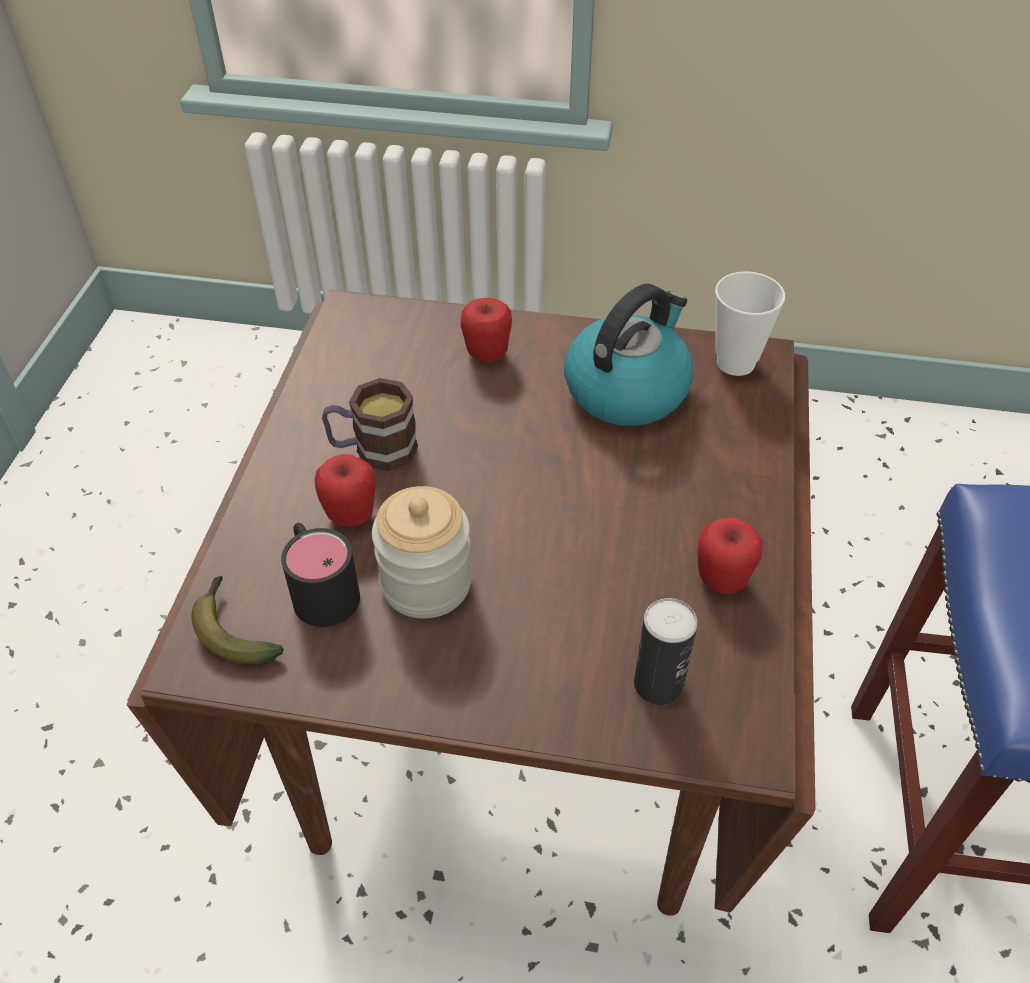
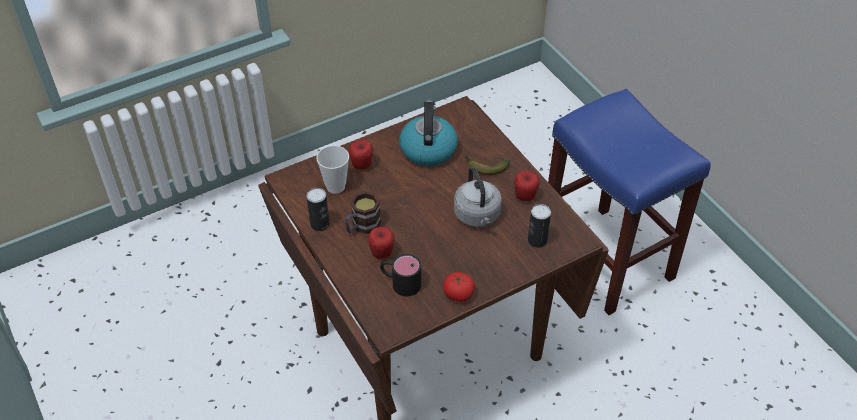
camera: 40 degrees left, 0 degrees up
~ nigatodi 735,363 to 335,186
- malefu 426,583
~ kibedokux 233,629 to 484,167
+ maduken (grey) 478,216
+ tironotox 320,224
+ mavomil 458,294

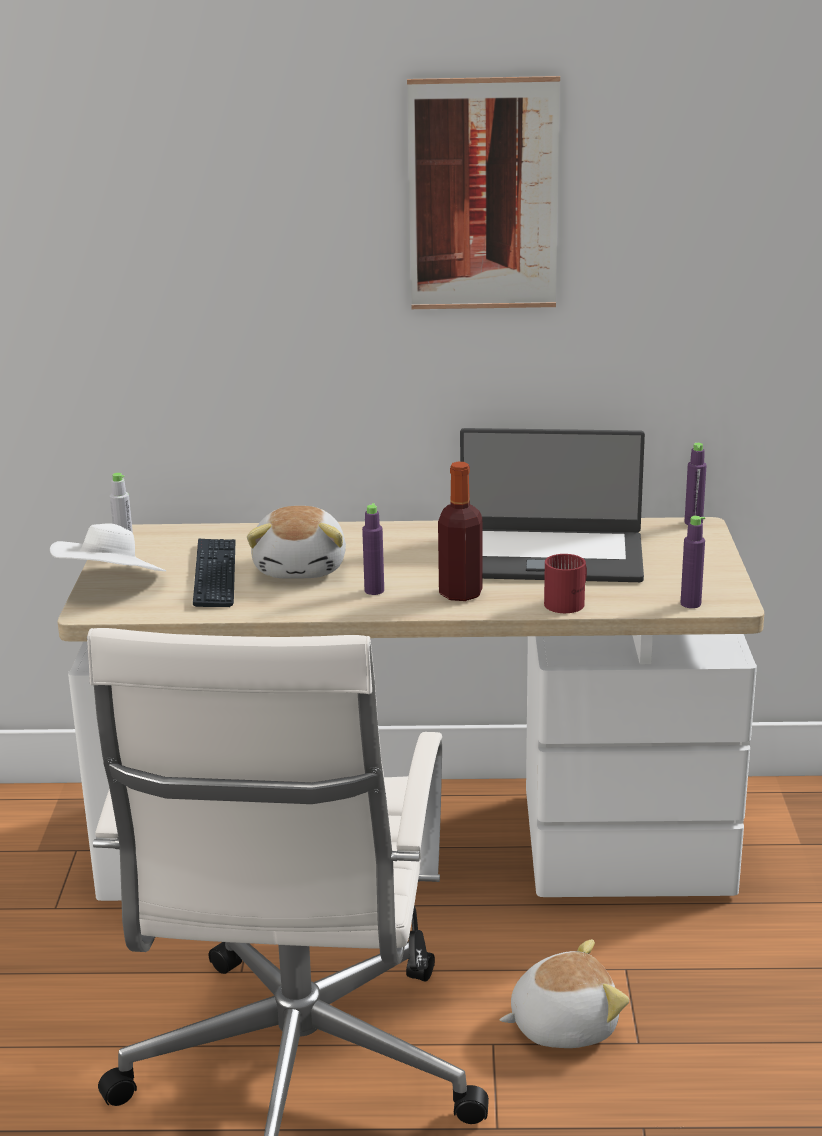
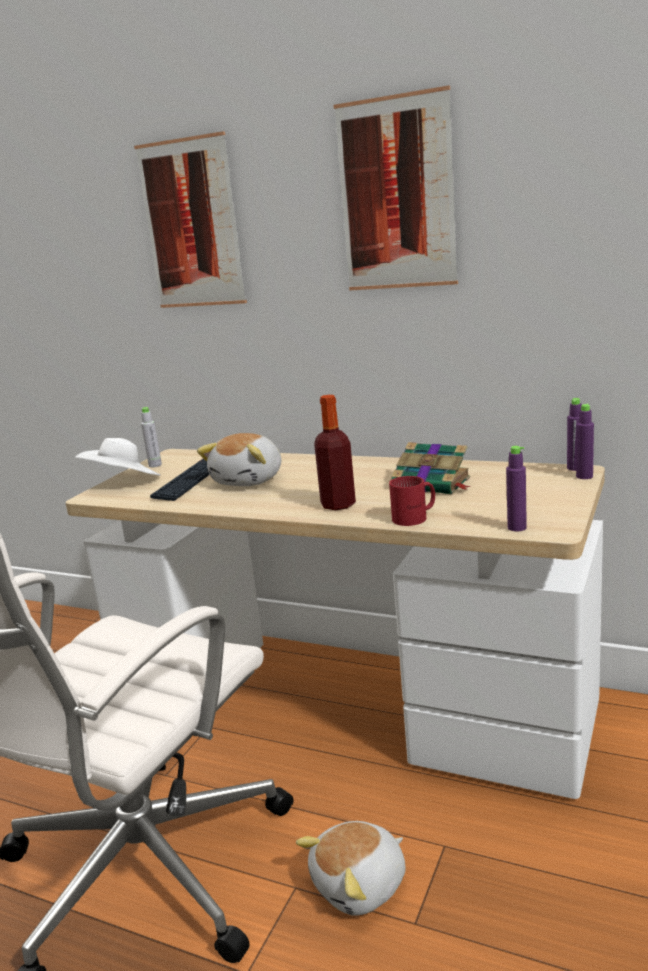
camera: 25 degrees right, 5 degrees down
~ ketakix 548,556 to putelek 433,484
~ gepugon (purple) 374,590 to 584,476
~ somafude 562,1024 = 361,885 135 degrees clockwise
+ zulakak 192,224

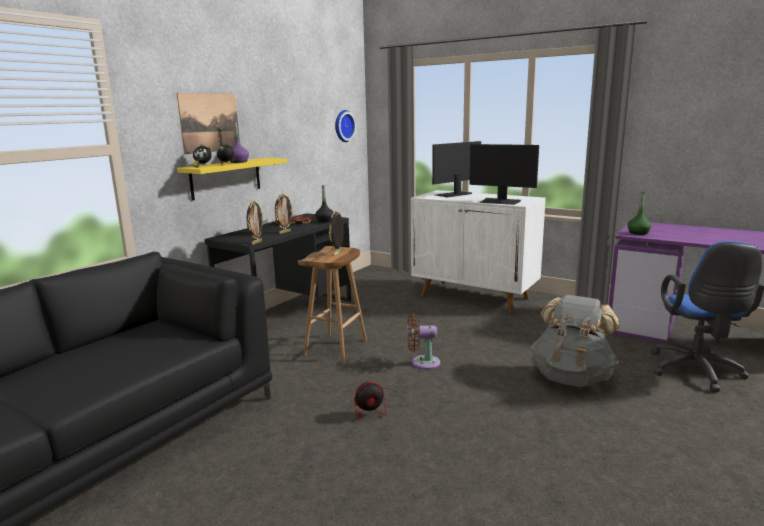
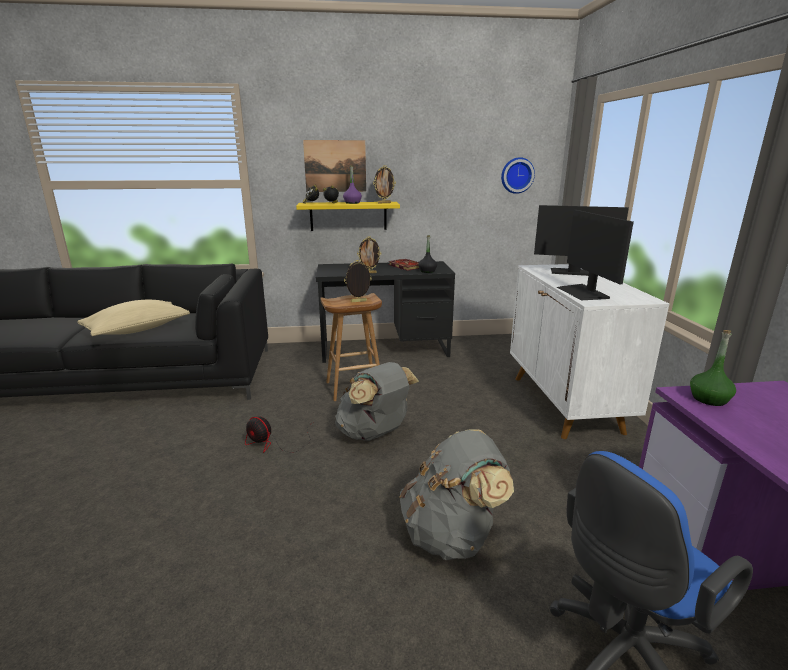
camera: 50 degrees right, 5 degrees up
~ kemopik 256,242 to 384,203
~ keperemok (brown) 422,363 to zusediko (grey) 374,433
+ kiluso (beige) 137,330

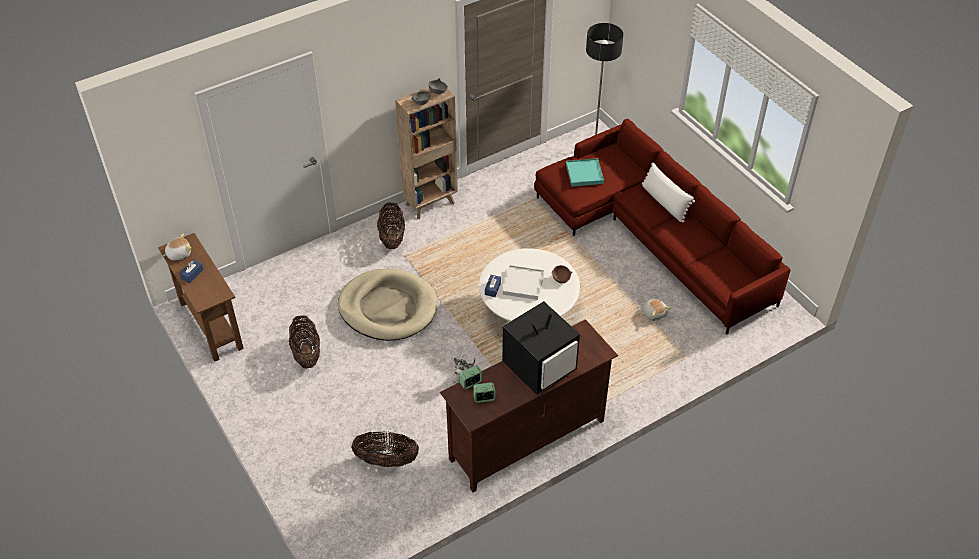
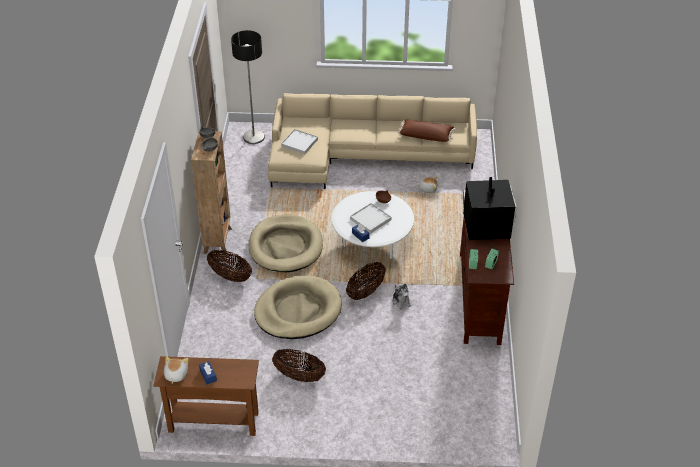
camera: 55 degrees left, 5 degrees down
~ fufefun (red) 654,236 to fufefun (beige) 363,155
~ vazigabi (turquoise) 584,174 to vazigabi (white) 299,143
- kiluso (white) 664,202
~ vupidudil 386,460 to 365,292
+ kiluso (brown) 426,135
+ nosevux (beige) 285,246

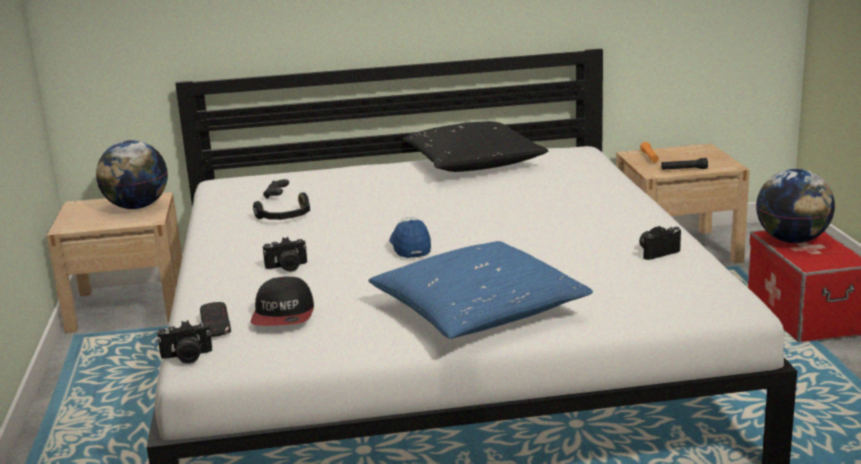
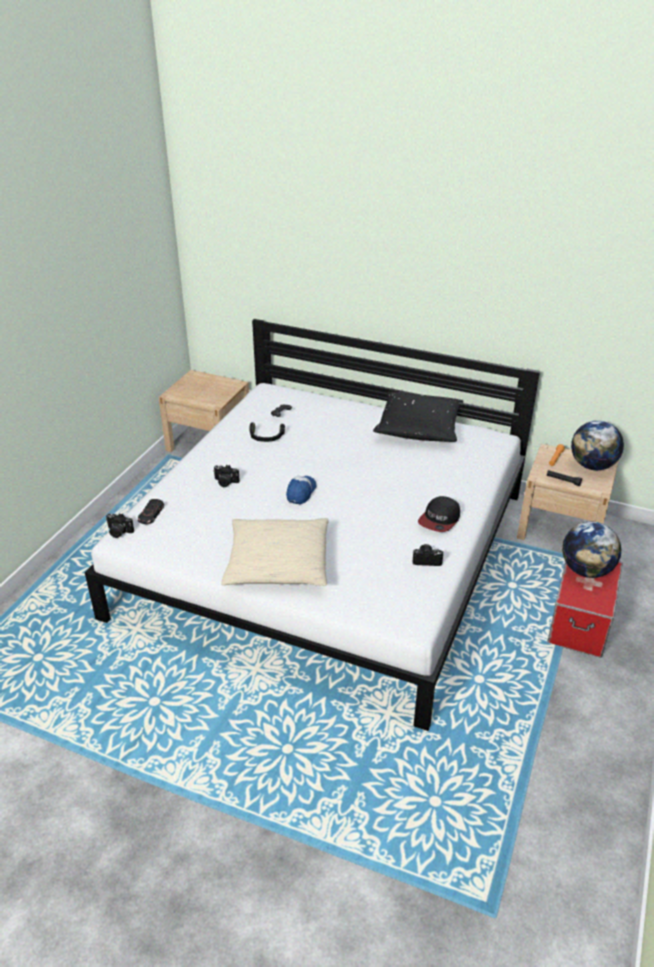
camera: 30 degrees right, 15 degrees up
~ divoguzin 136,207 to 592,466
~ kiluso (blue) 478,311 to kiluso (beige) 278,563
~ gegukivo 284,315 to 439,520

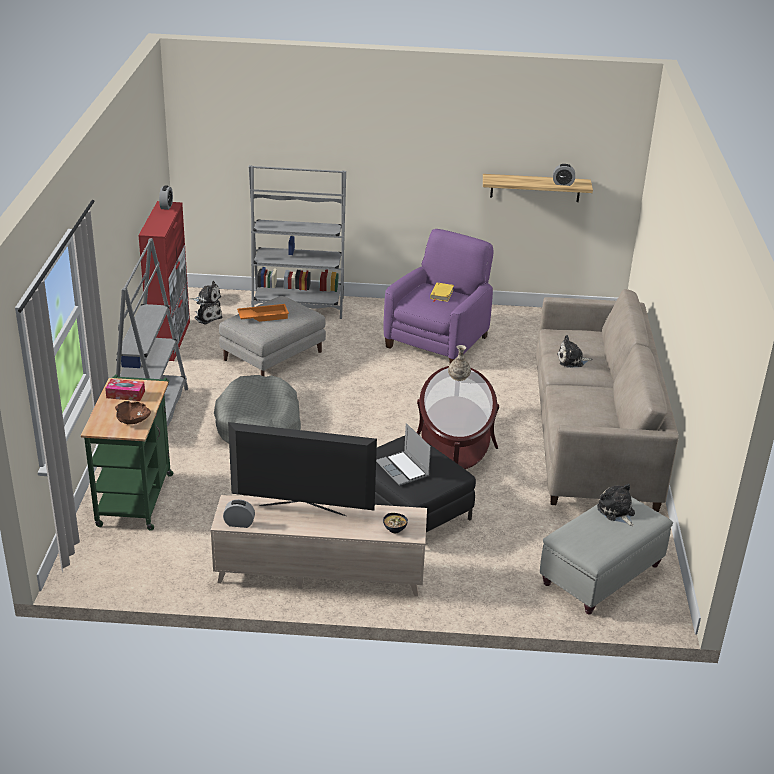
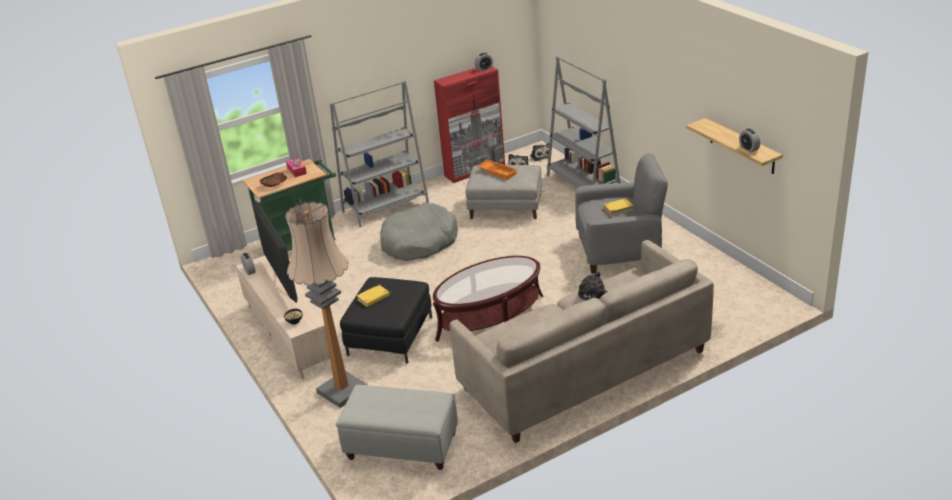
camera: 60 degrees right, 0 degrees up
~ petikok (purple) 437,341 to petikok (grey) 619,250
- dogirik 459,377
~ ketakix 403,469 to putelek (yellow) 373,297
- somafude 616,512
+ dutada 342,391

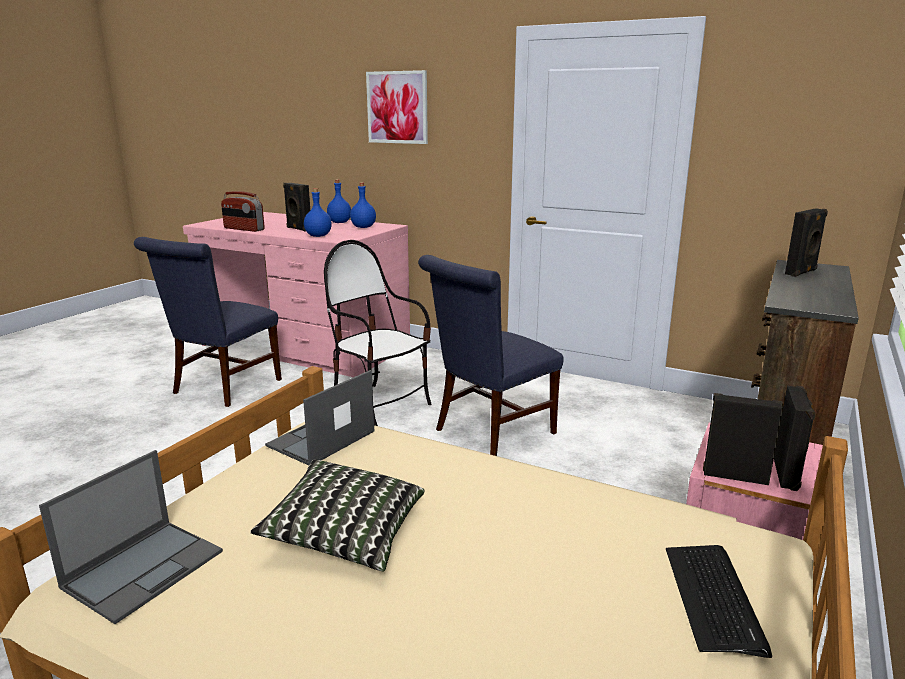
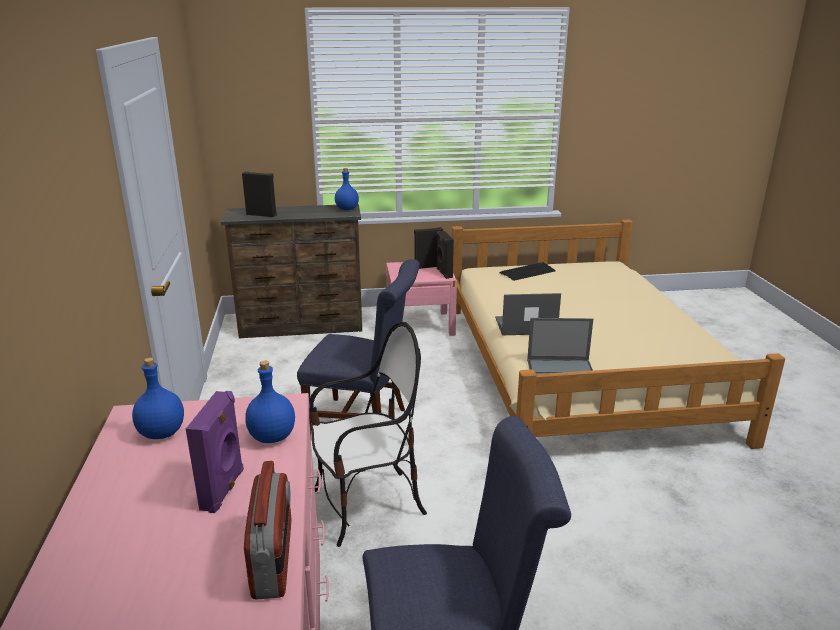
camera: 125 degrees left, 5 degrees up
- zulakak 397,107
~ gepugon (blue) 339,222 to 347,209
~ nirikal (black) 298,229 to nirikal (purple) 224,489
~ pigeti 379,405 = 368,506 120 degrees counterclockwise
~ ketakix 145,568 to 524,326
- kiluso 346,534

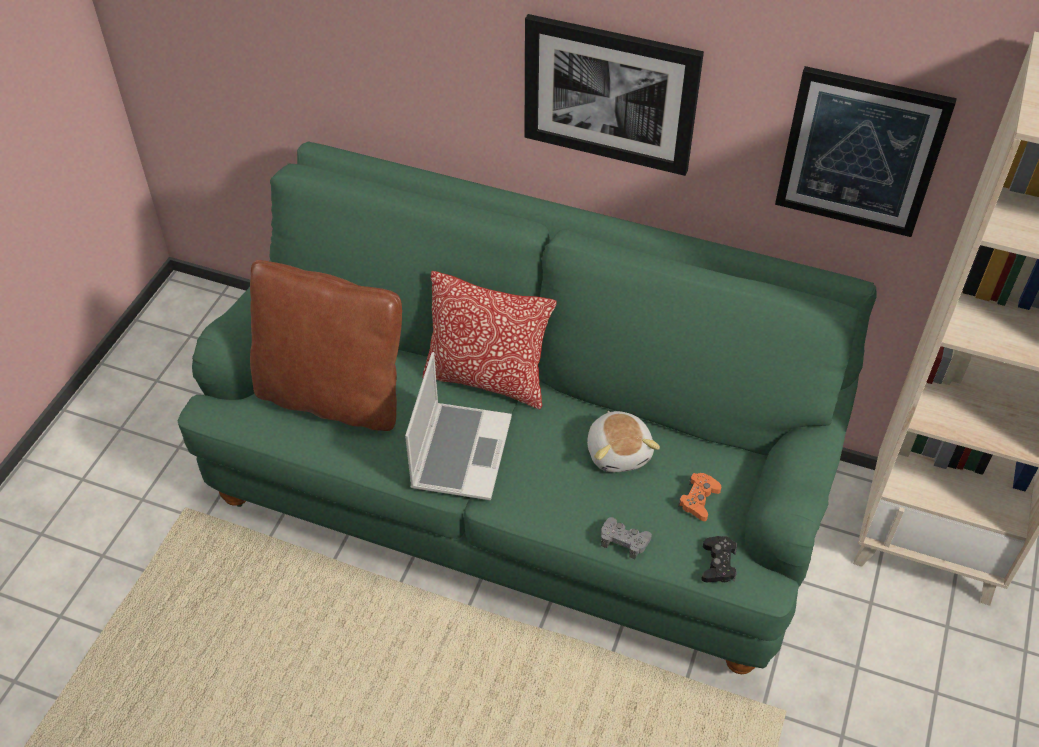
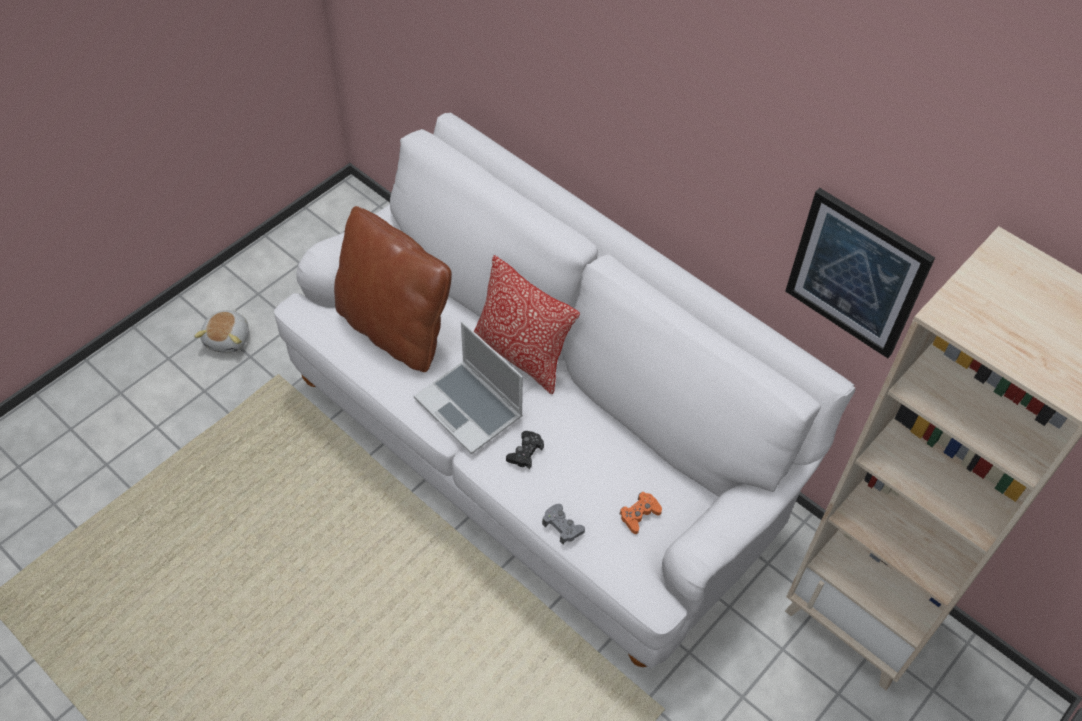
camera: 20 degrees right, 5 degrees up
- zulakak 610,94
~ fufefun (green) 520,490 to fufefun (white) 538,450
~ ketakix 460,451 = 470,408 105 degrees clockwise
~ somafude 619,452 to 228,339
~ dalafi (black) 718,564 to 525,452

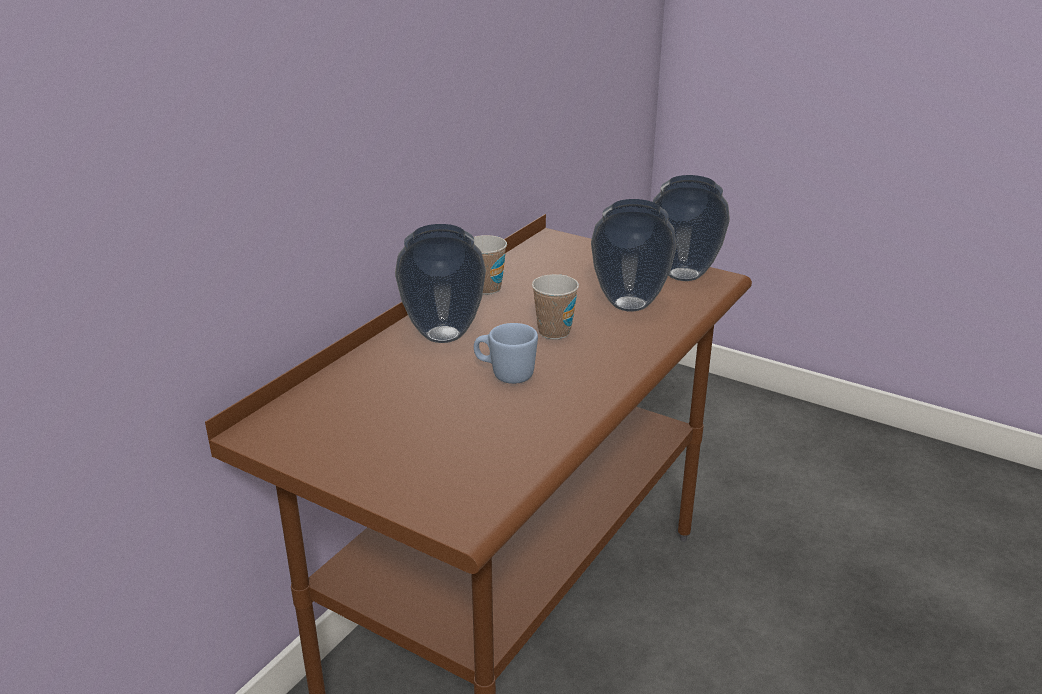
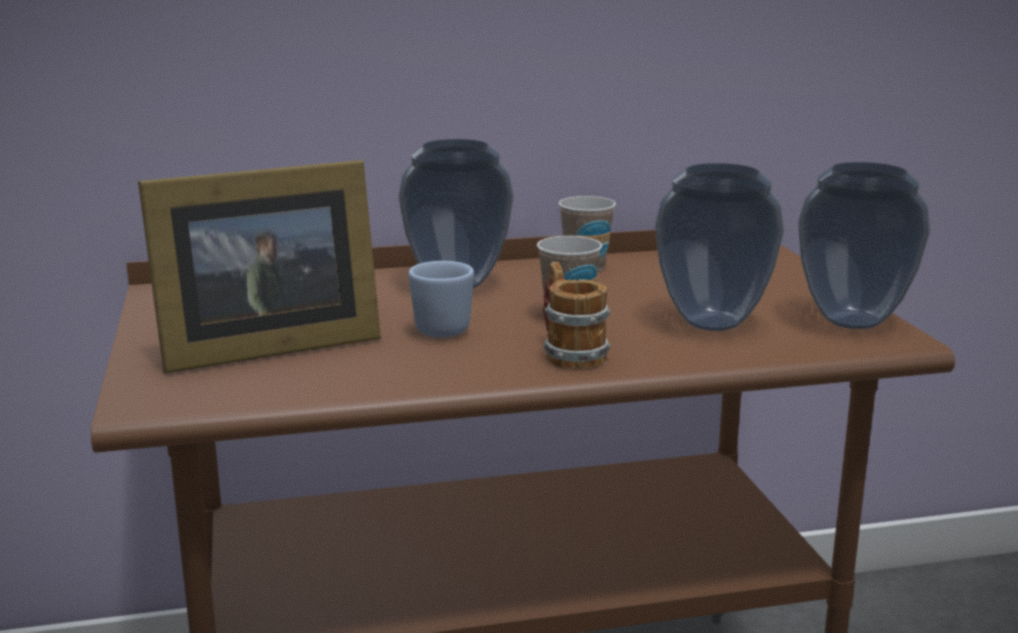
camera: 45 degrees right, 10 degrees down
+ kemopik 261,347
+ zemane 569,353

